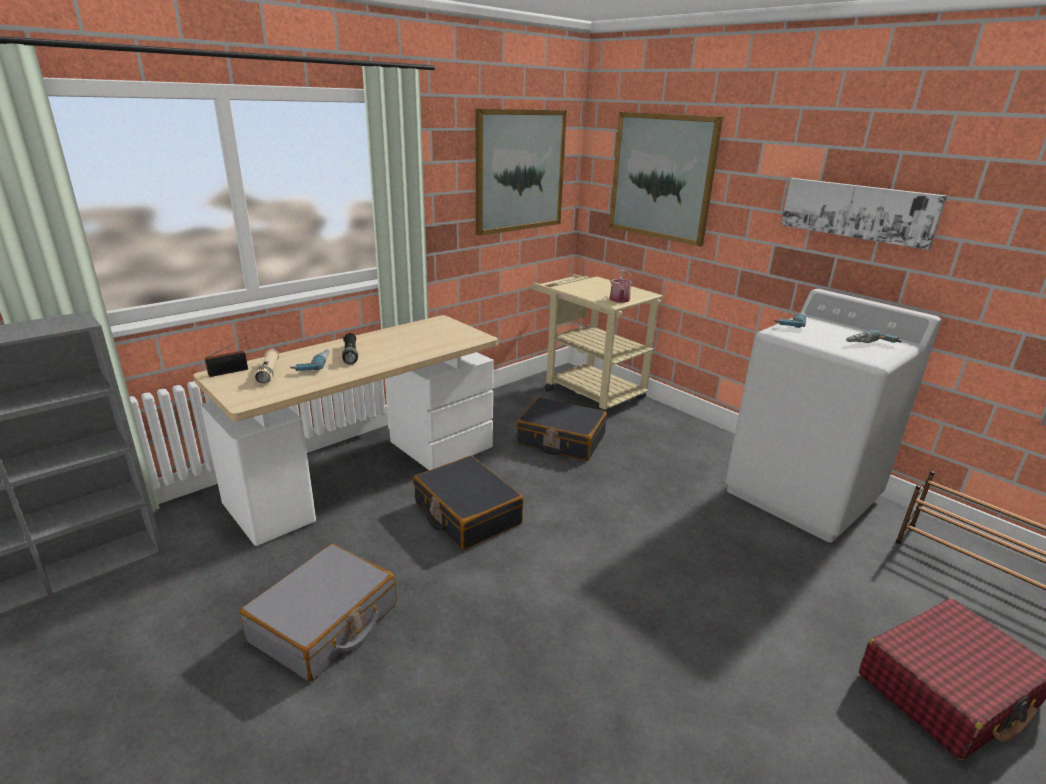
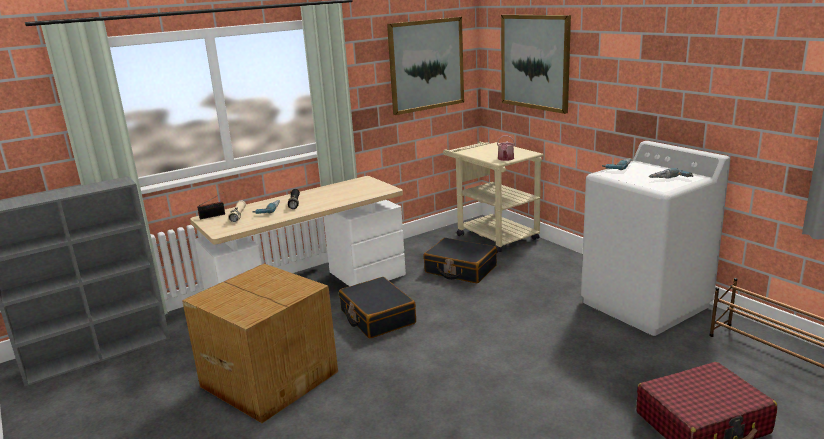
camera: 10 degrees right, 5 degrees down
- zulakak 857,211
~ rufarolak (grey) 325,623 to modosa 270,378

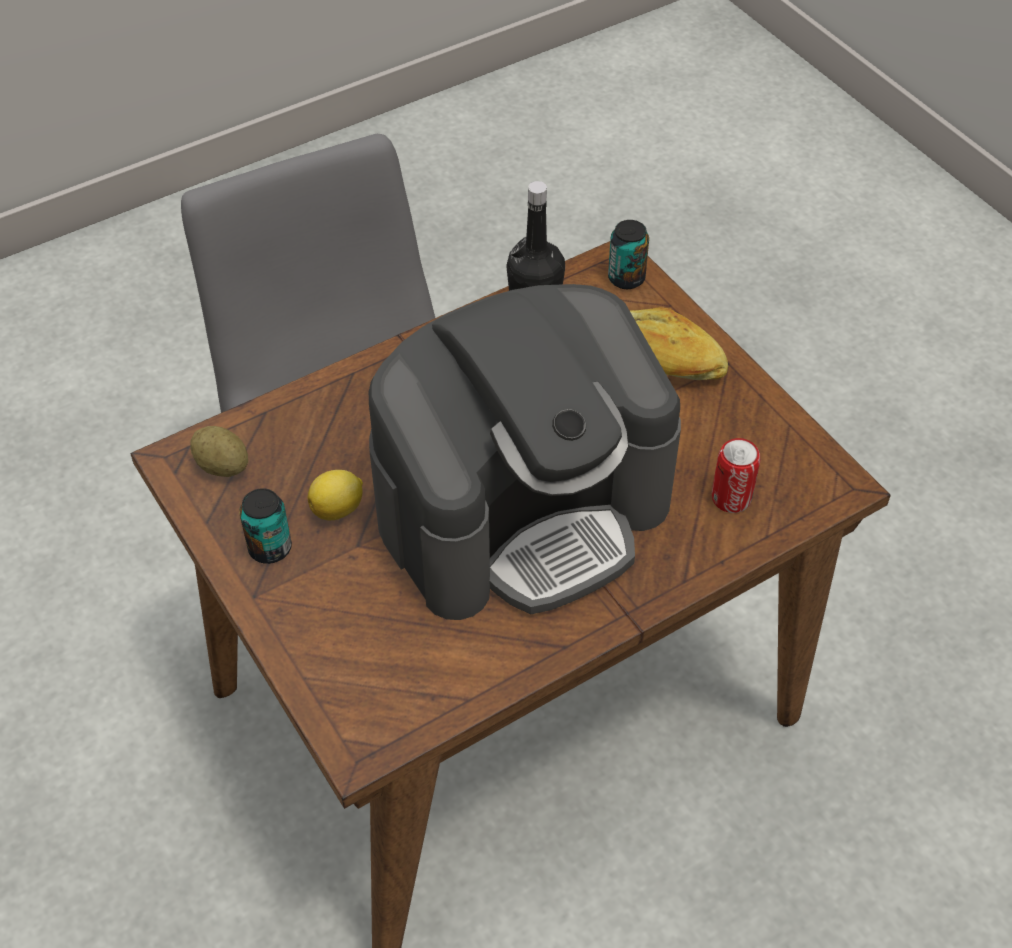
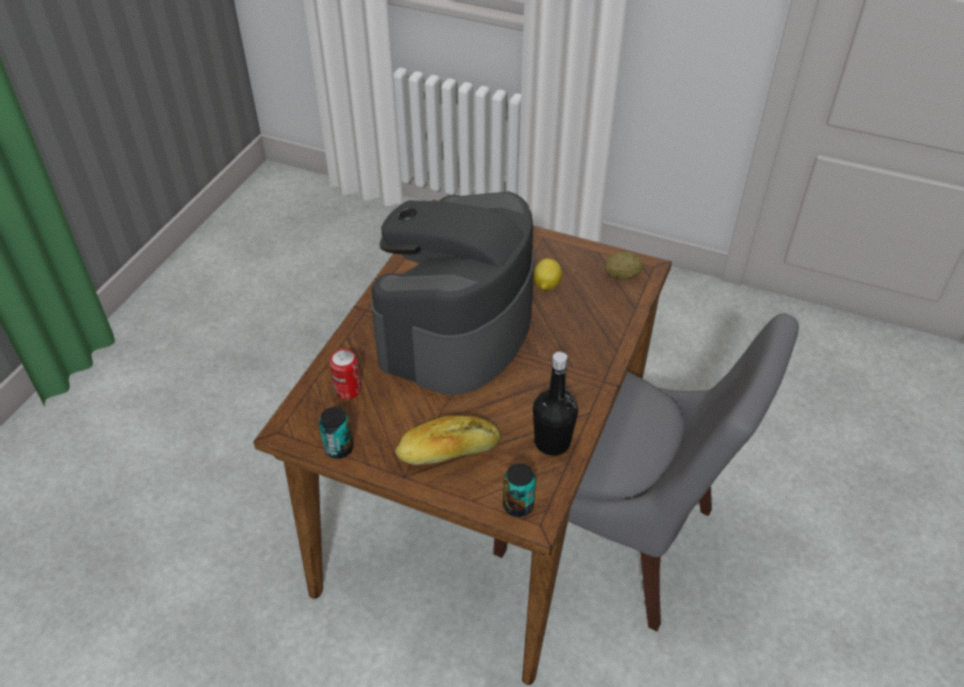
camera: 145 degrees right, 5 degrees down
~ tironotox 270,548 to 339,448

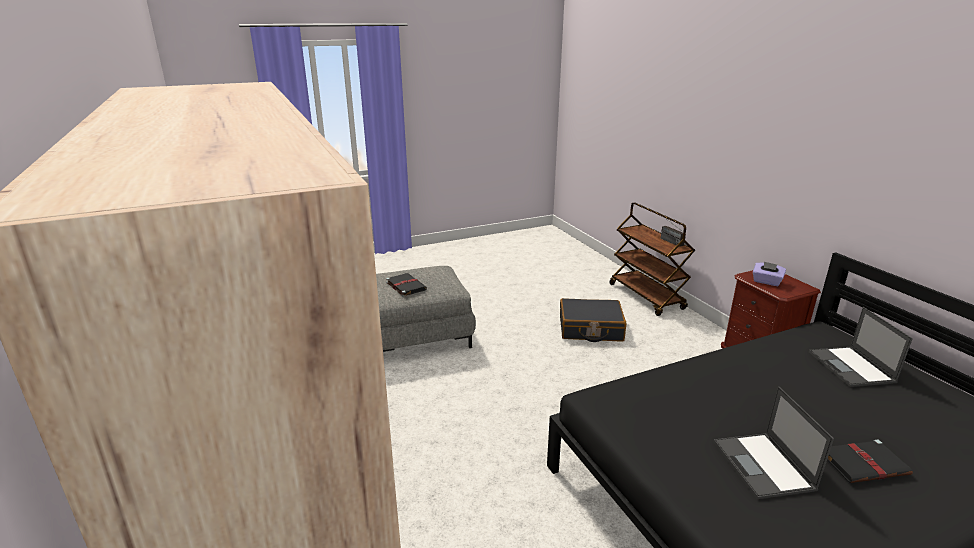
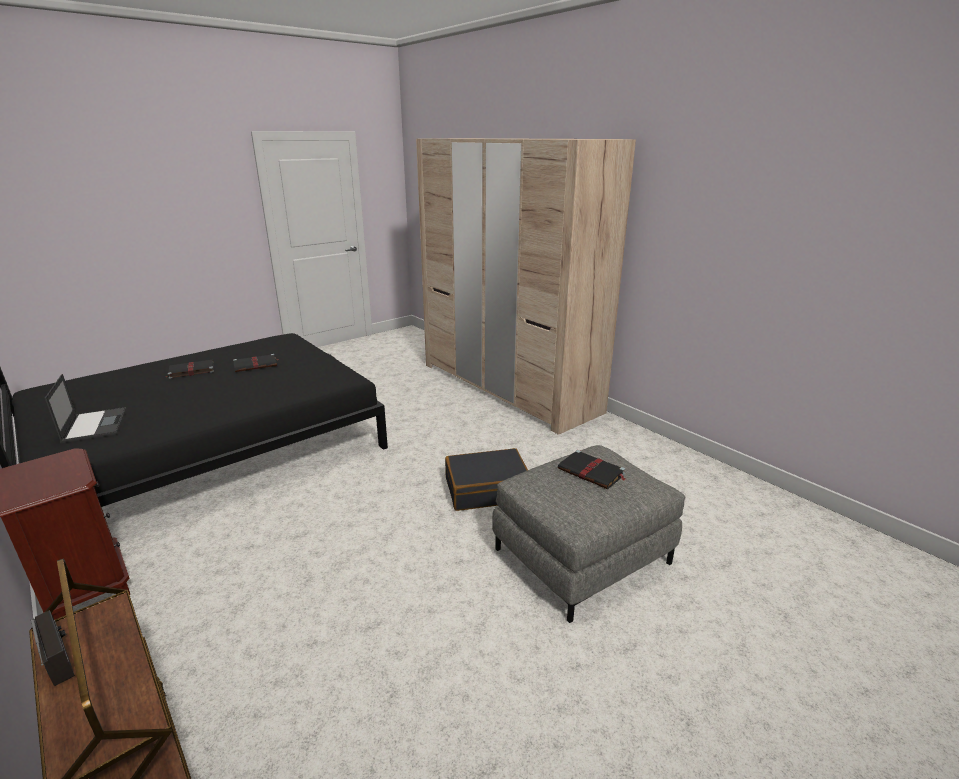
camera: 165 degrees right, 0 degrees up
- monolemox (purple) 766,282
~ rufarolak (black) 590,329 to 487,489
~ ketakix 764,466 to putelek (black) 256,365

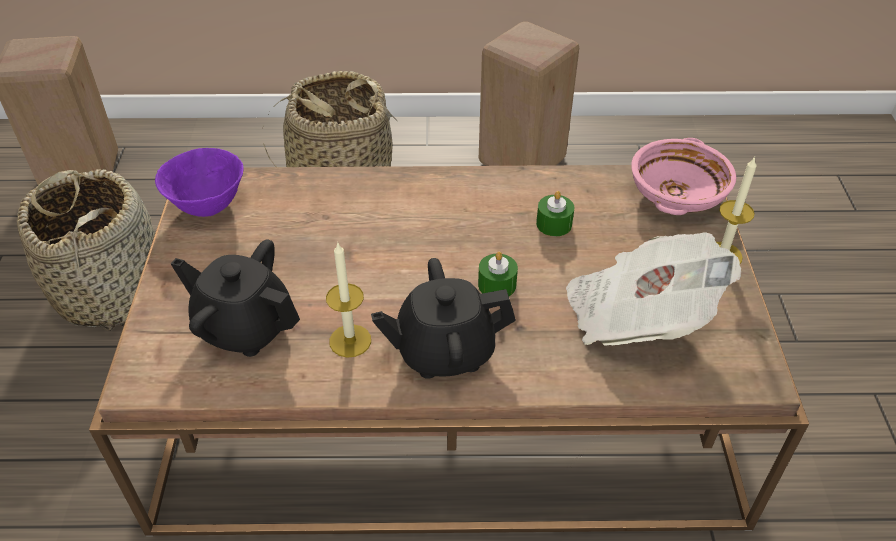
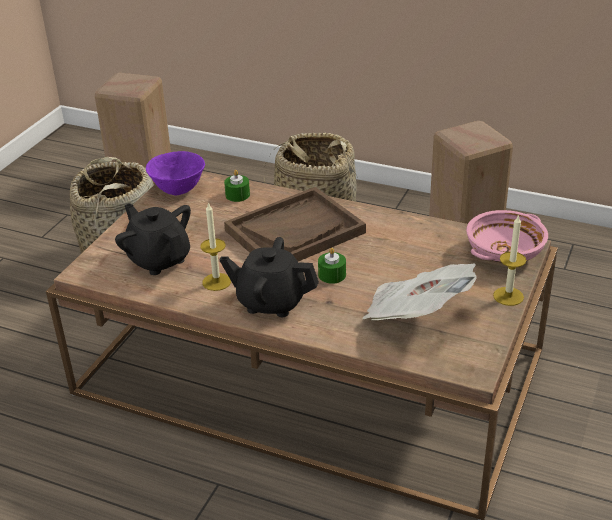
camera: 25 degrees right, 10 degrees down
~ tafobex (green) 554,224 to 237,195
+ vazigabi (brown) 295,231

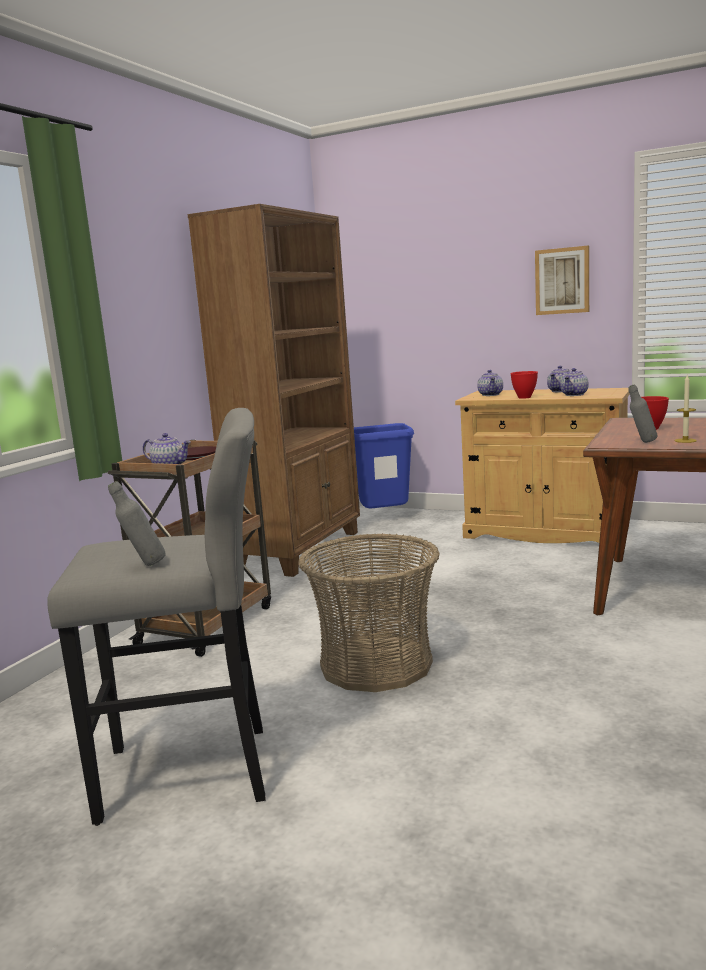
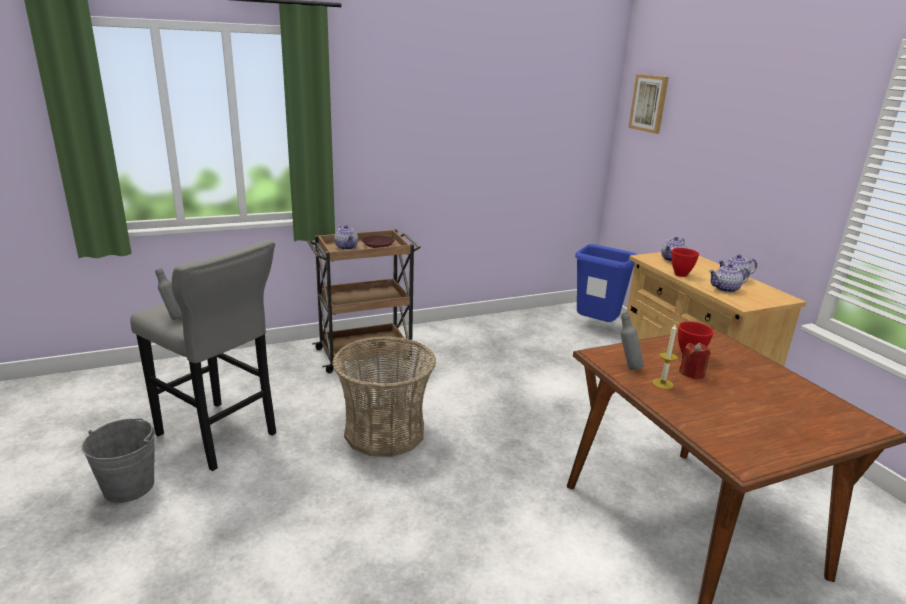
camera: 40 degrees right, 10 degrees up
- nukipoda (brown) 300,550
~ zulakak 562,281 to 649,103
+ tafobex (red) 692,373
+ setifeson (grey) 129,486

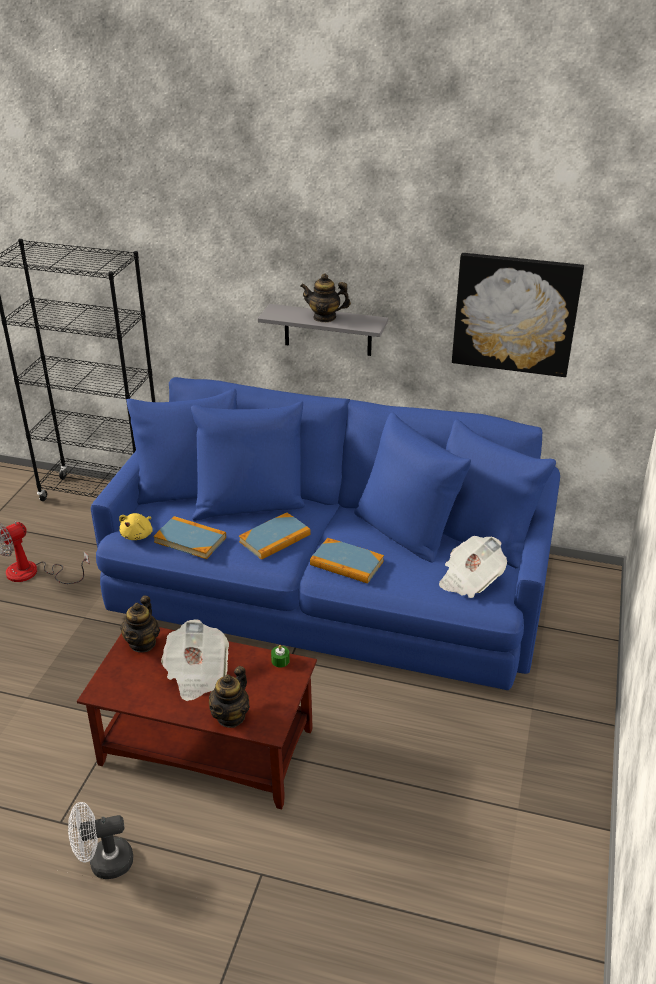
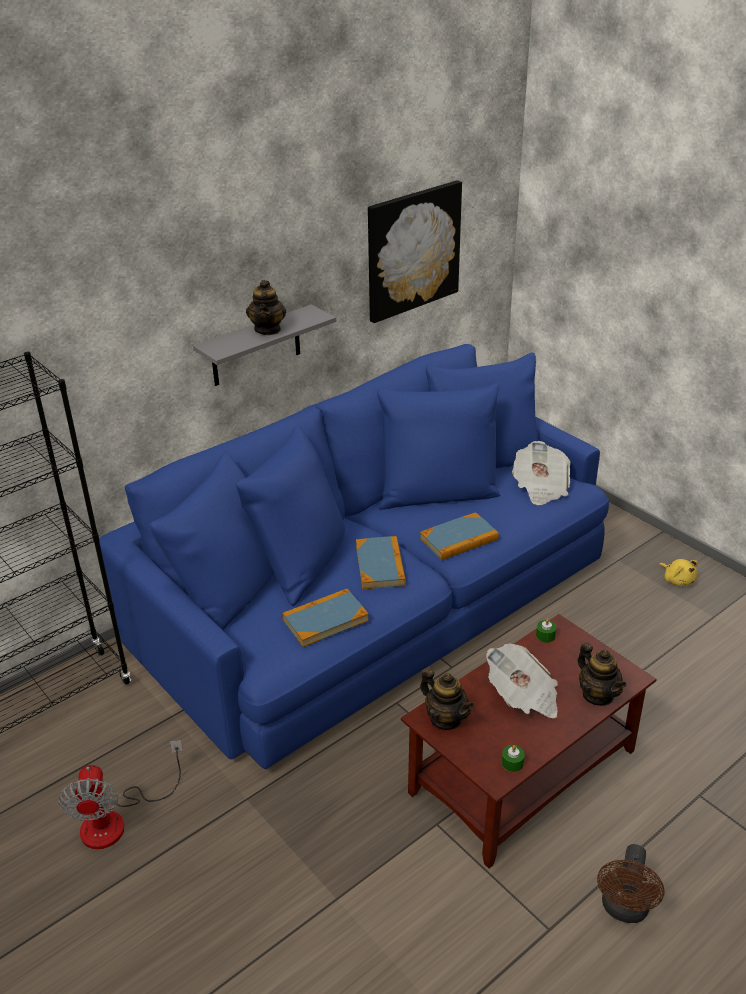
camera: 55 degrees left, 0 degrees up
~ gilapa 325,317 = 268,329 45 degrees counterclockwise
~ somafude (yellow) 138,535 to 677,580
~ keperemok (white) 104,863 to keperemok (brown) 624,910
+ tafobex (green) 512,763

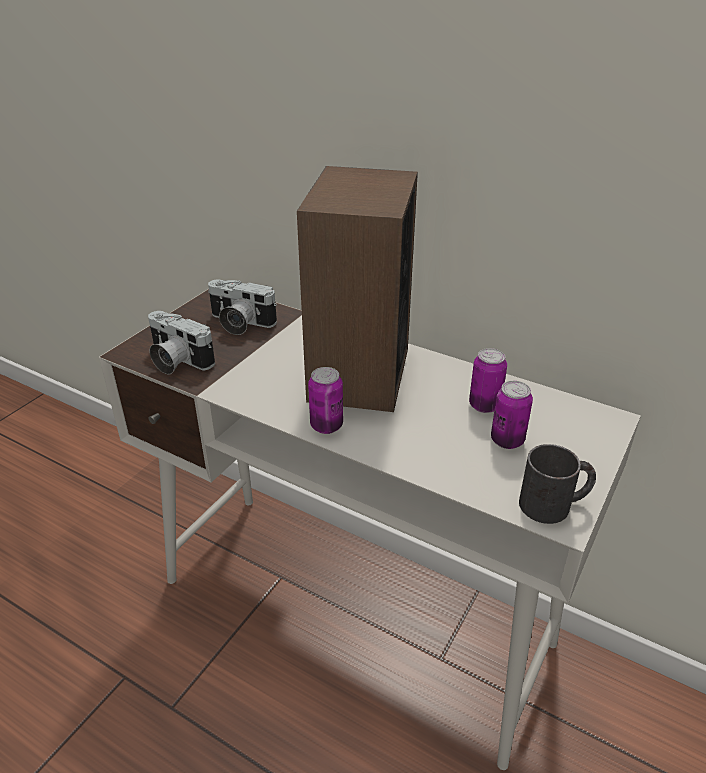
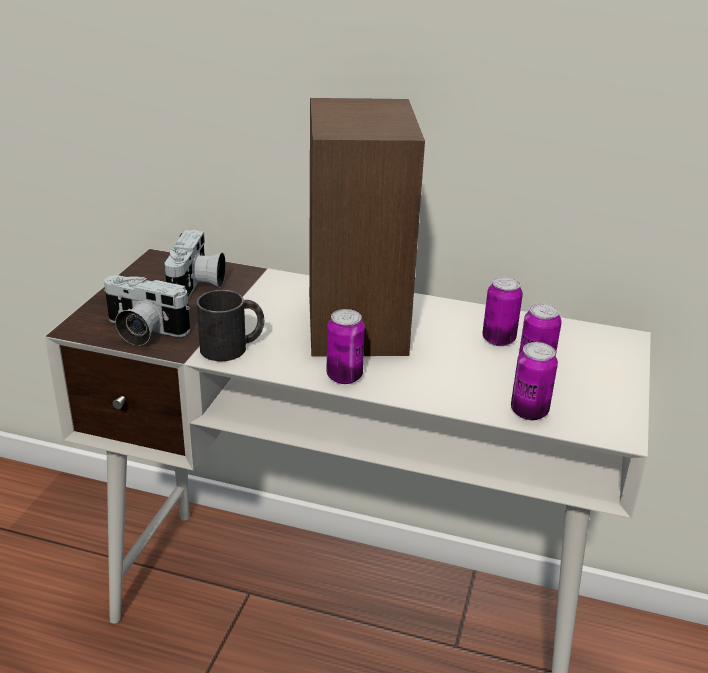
camera: 15 degrees left, 5 degrees down
~ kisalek 239,323 = 197,286 90 degrees counterclockwise
~ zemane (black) 554,504 to 233,347
+ tironotox 529,412

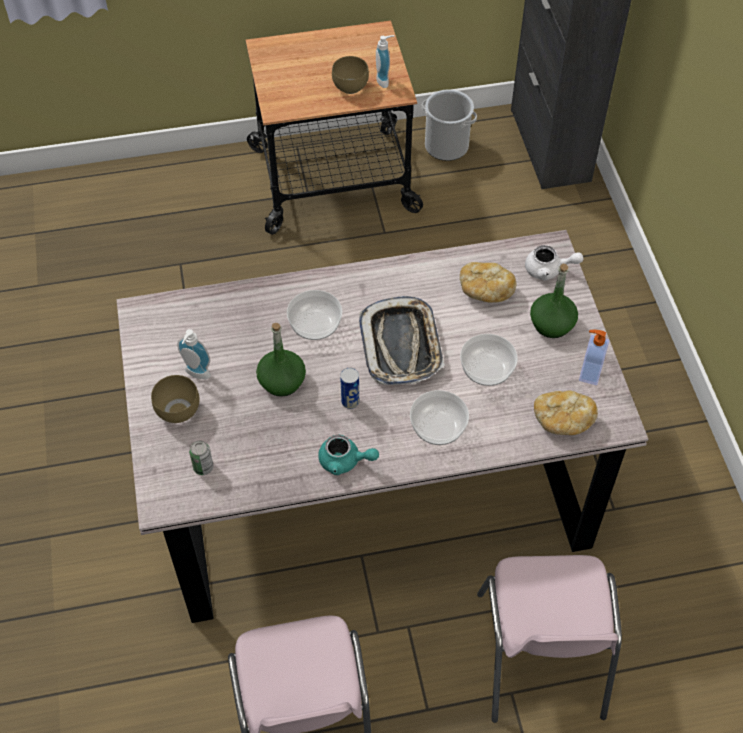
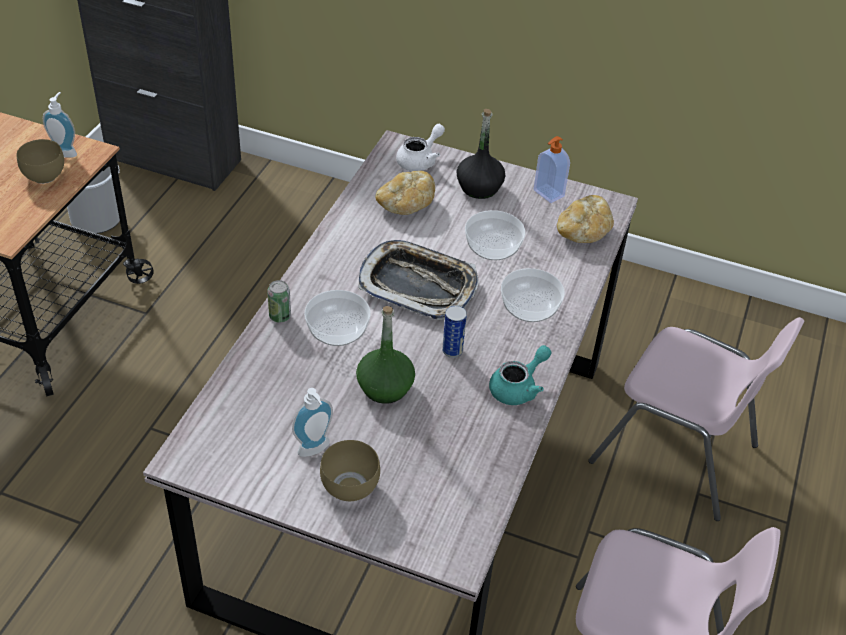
camera: 60 degrees left, 10 degrees down
~ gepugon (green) 552,324 to gepugon (black) 479,187
~ tironotox 203,467 to 280,316

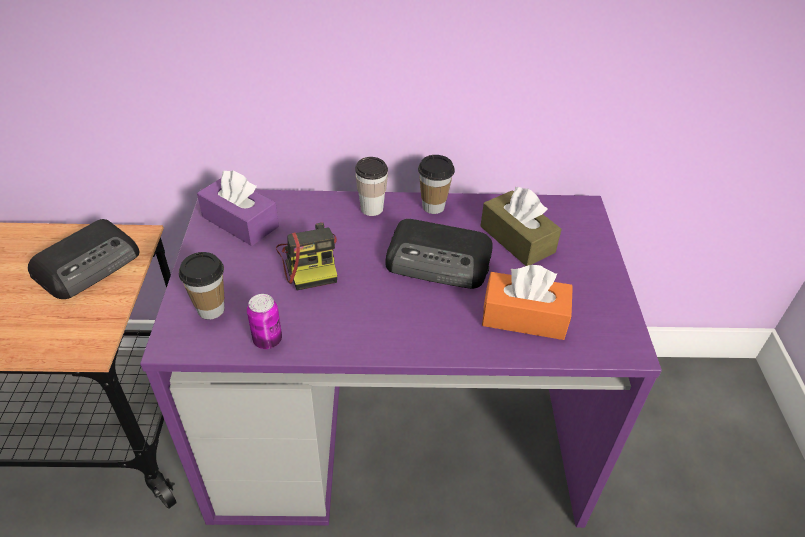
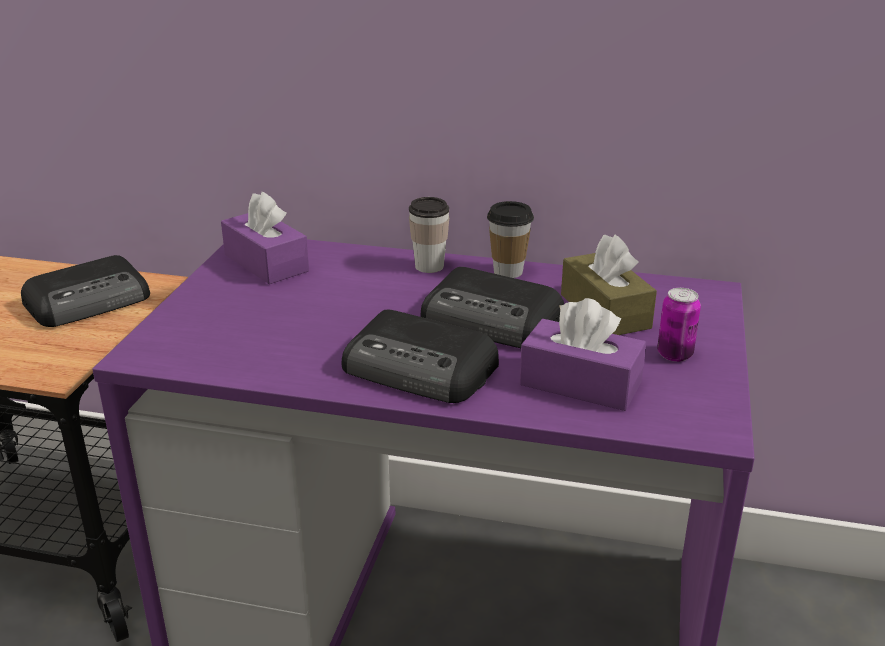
camera: 15 degrees right, 15 degrees down
- kisalek 310,261
- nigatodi 211,309
~ monolemox (orange) 524,317 to monolemox (purple) 580,383
~ tironotox 267,340 to 674,354
+ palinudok 421,370

